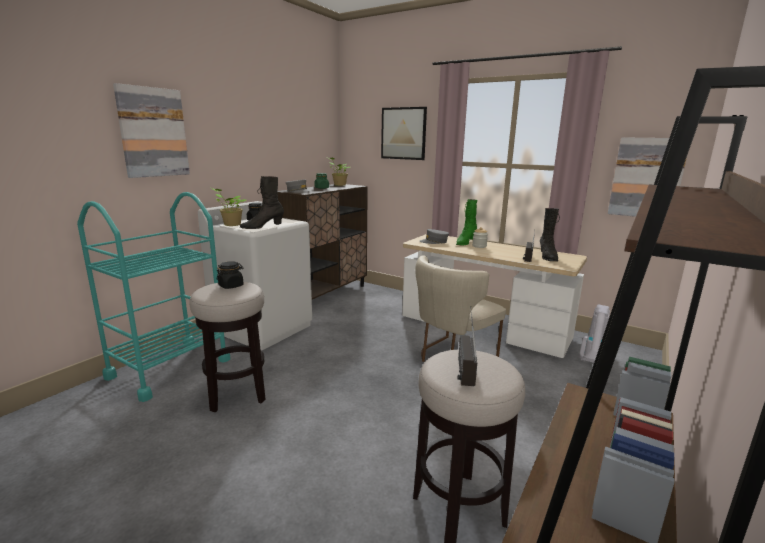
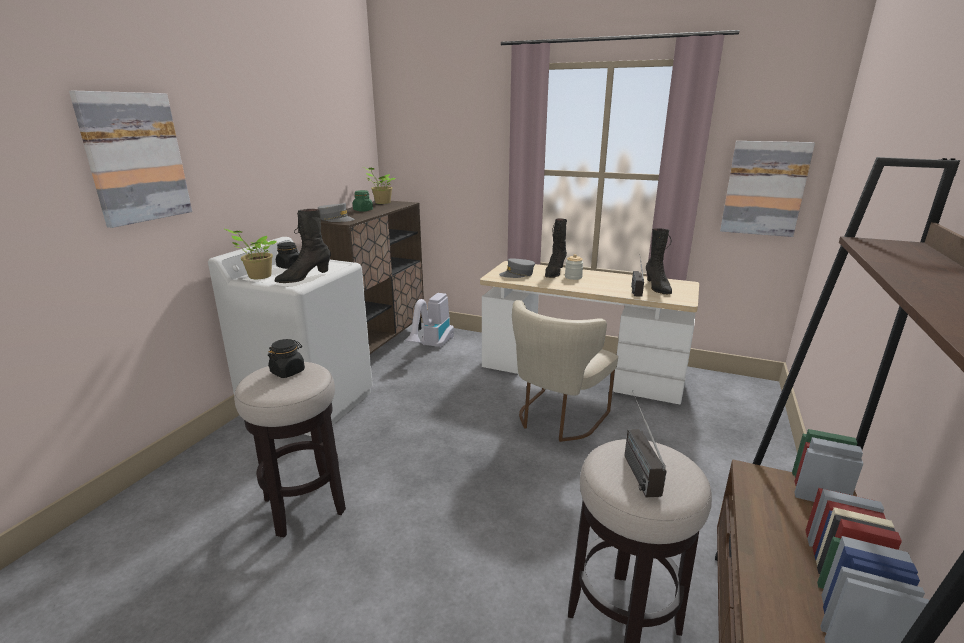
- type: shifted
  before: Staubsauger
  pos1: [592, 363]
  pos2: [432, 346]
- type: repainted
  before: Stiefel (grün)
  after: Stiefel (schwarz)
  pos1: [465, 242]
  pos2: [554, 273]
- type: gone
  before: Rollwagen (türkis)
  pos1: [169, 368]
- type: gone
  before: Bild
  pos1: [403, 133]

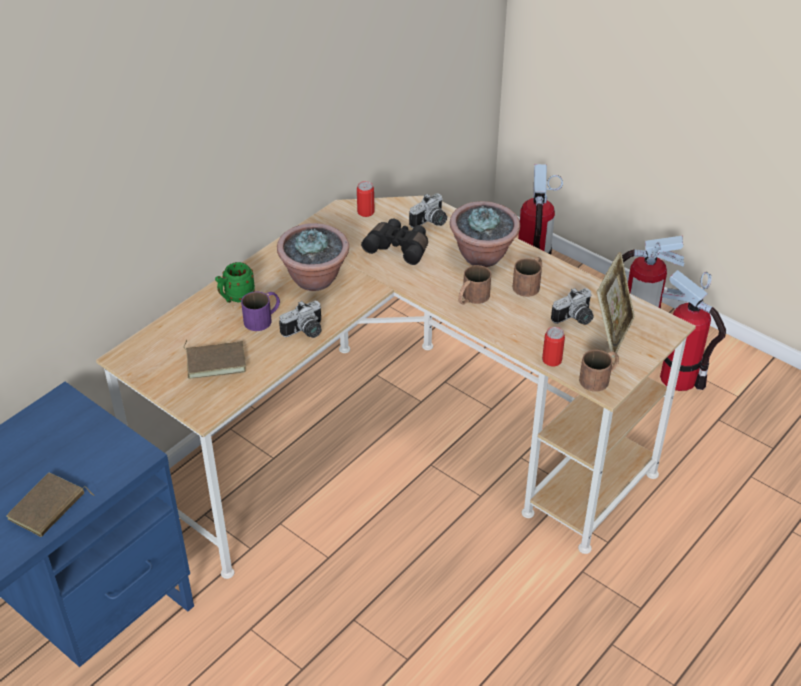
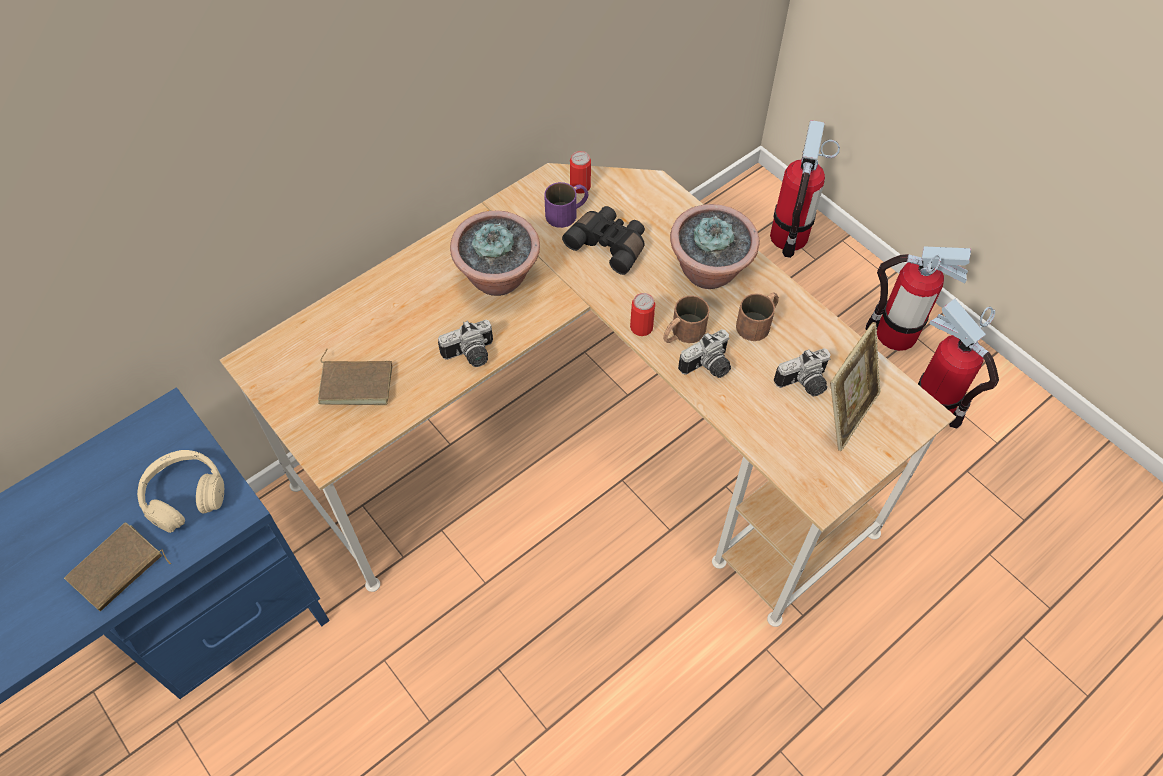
- type: new
  after: Kopfhörer (beige)
  pos2: [185, 495]
- type: shifted
  before: Henkelbecher (lila)
  pos1: [263, 318]
  pos2: [567, 212]
- type: shifted
  before: Dose
  pos1: [552, 360]
  pos2: [641, 327]
- type: shifted
  before: Kamera
  pos1: [431, 222]
  pos2: [708, 367]
- type: gone
  before: Henkelbecher (grün)
  pos1: [236, 297]
- type: gone
  before: Henkelbecher (braun)
  pos1: [599, 378]

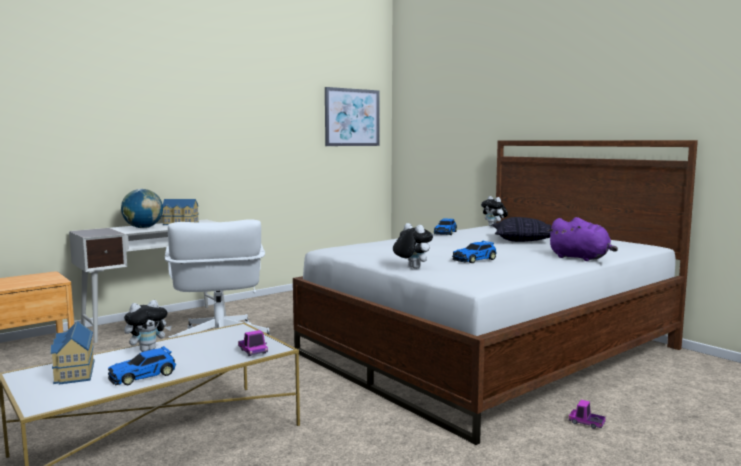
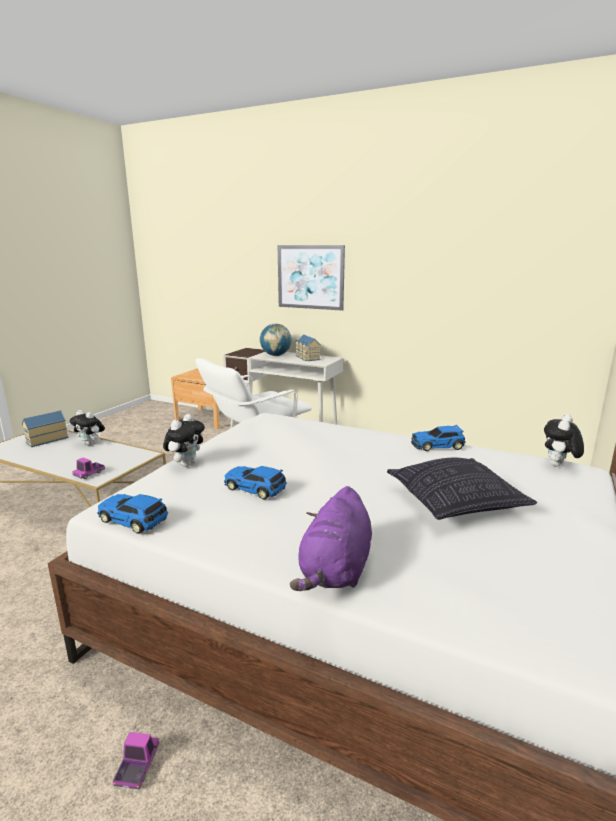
- type: shifted
  before: Spielzeugauto
  pos1: [144, 375]
  pos2: [134, 520]
- type: shifted
  before: Bild
  pos1: [352, 117]
  pos2: [310, 277]

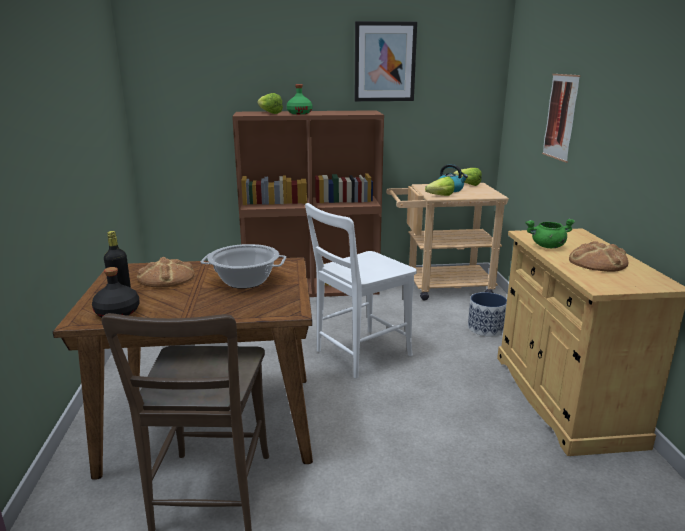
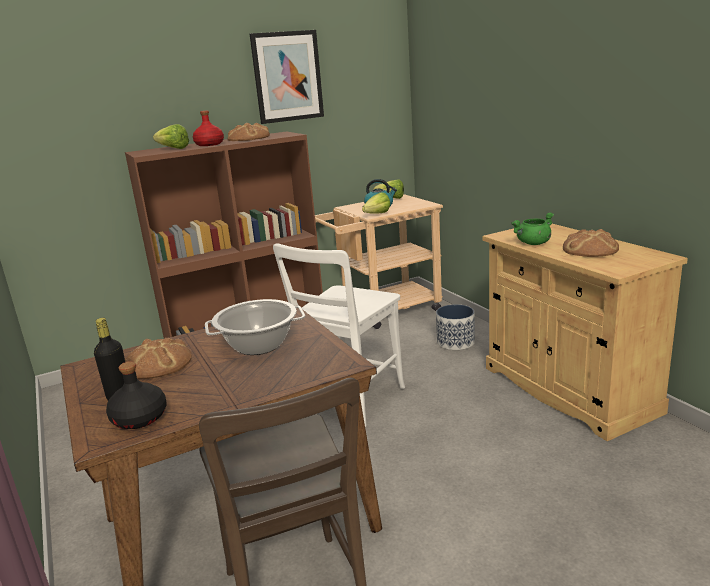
- type: repainted
  before: Flasche (grün)
  after: Flasche (rot)
  pos1: [299, 113]
  pos2: [209, 144]
- type: new
  after: Brot
  pos2: [248, 138]
- type: gone
  before: Bild
  pos1: [560, 117]

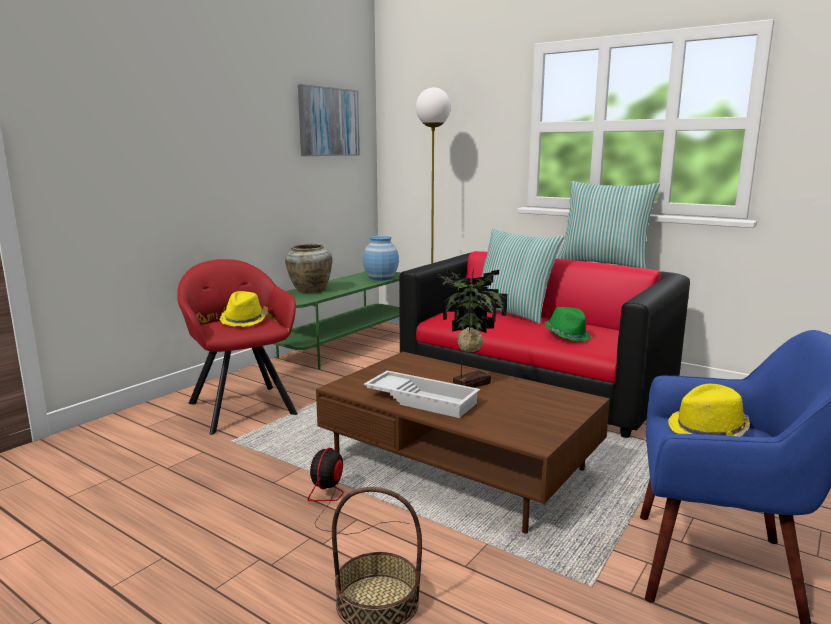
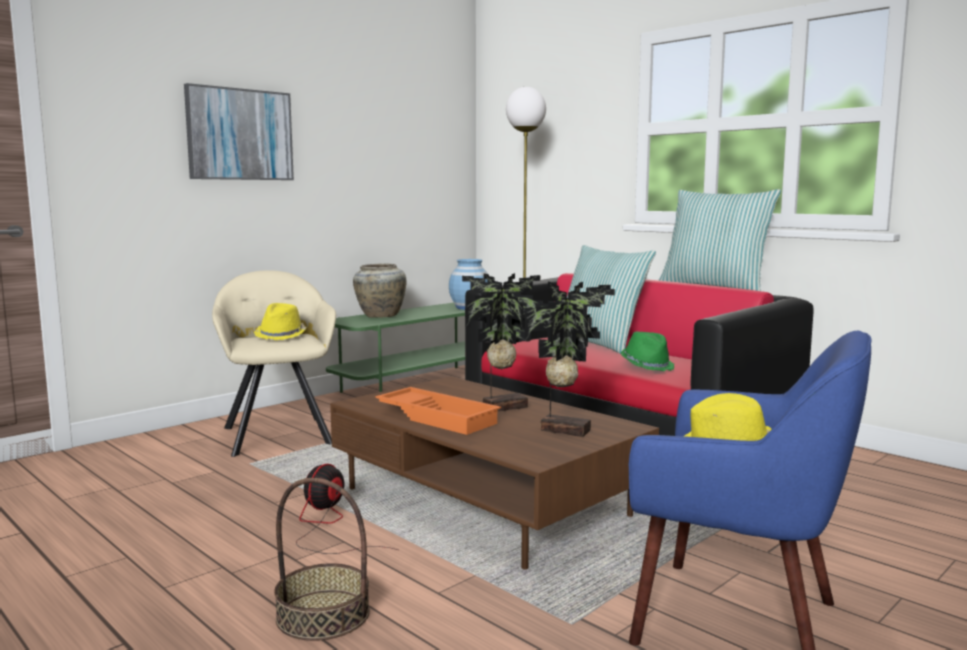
- type: shifted
  before: Bild
  pos1: [328, 122]
  pos2: [240, 134]
- type: repainted
  before: Sessel (rot)
  after: Sessel (beige)
  pos1: [242, 406]
  pos2: [278, 433]
- type: repainted
  before: Tablett (weiß)
  after: Tablett (orange)
  pos1: [423, 399]
  pos2: [439, 417]
- type: new
  after: Topfpflanze
  pos2: [565, 430]

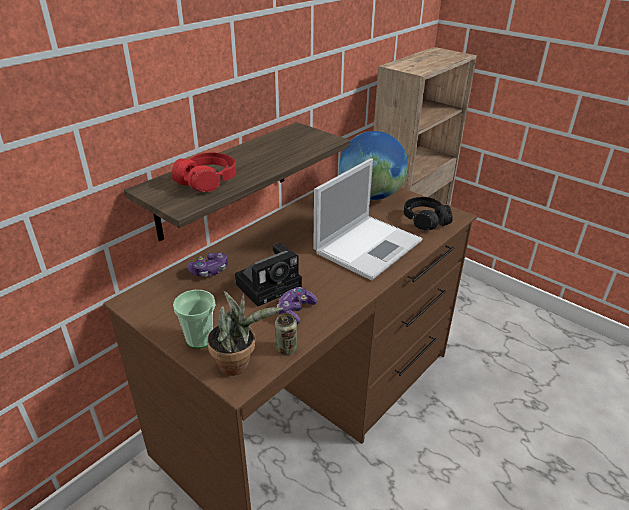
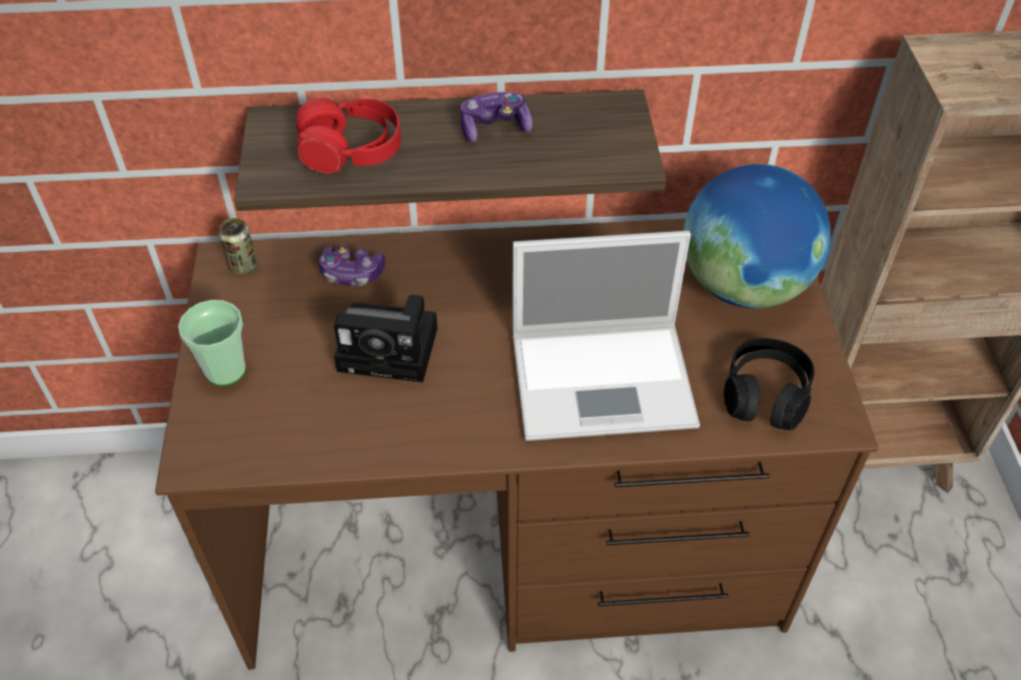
- type: shifted
  before: Dose
  pos1: [286, 348]
  pos2: [243, 265]
- type: shifted
  before: Gamepad
  pos1: [295, 311]
  pos2: [494, 127]
- type: gone
  before: Topfpflanze
  pos1: [238, 364]

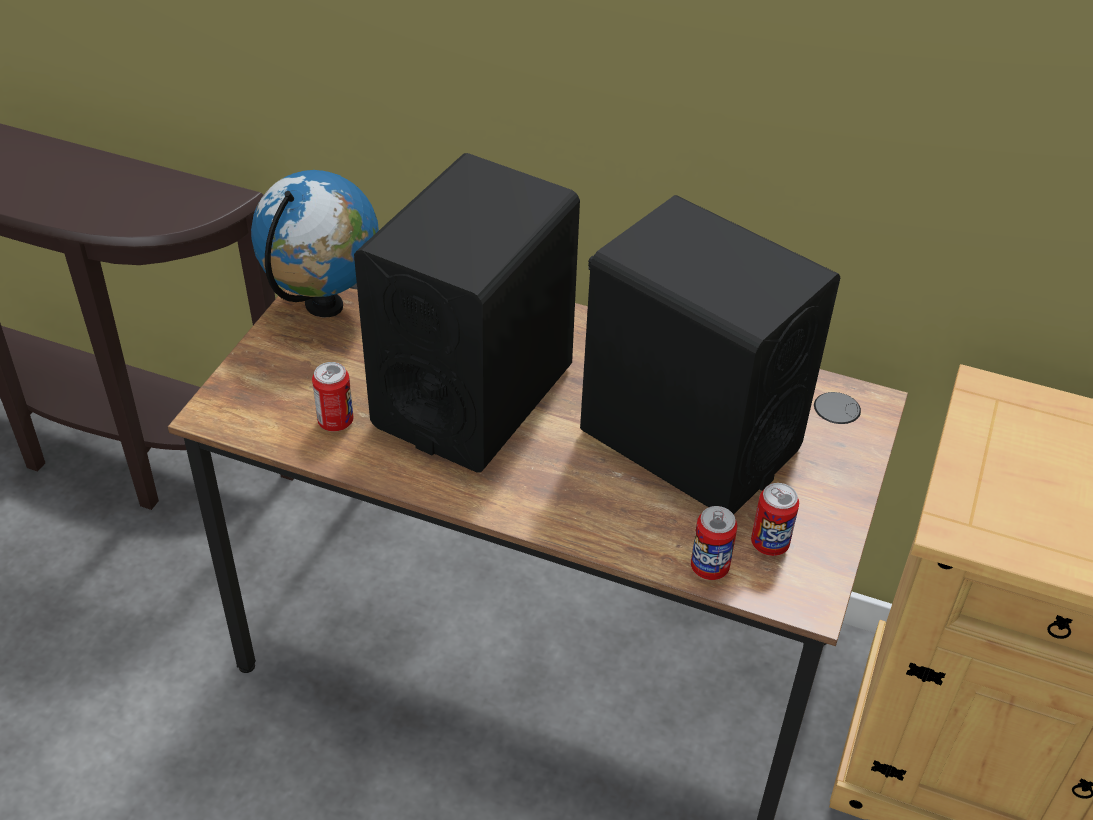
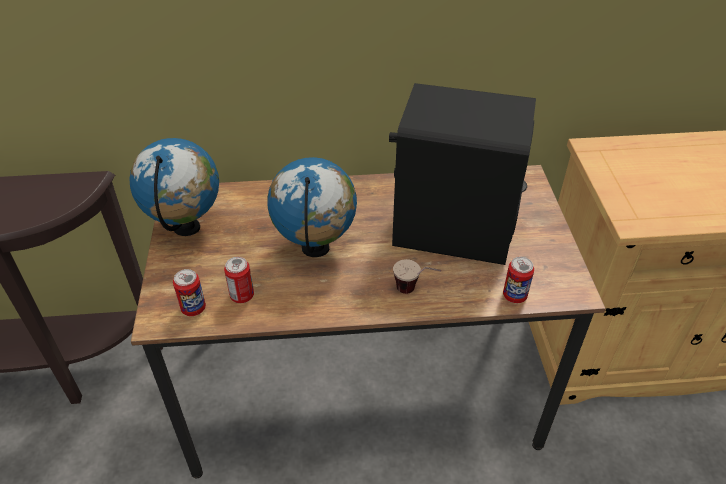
- type: shifted
  before: Dose
  pos1: [769, 544]
  pos2: [193, 308]
- type: swapped
  before: Lautsprecher (schwarz)
  after: Globus
  pos1: [473, 395]
  pos2: [316, 249]
- type: new
  after: Tasse
  pos2: [415, 291]

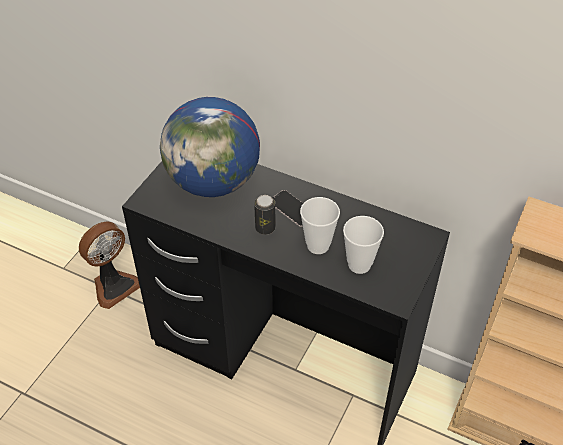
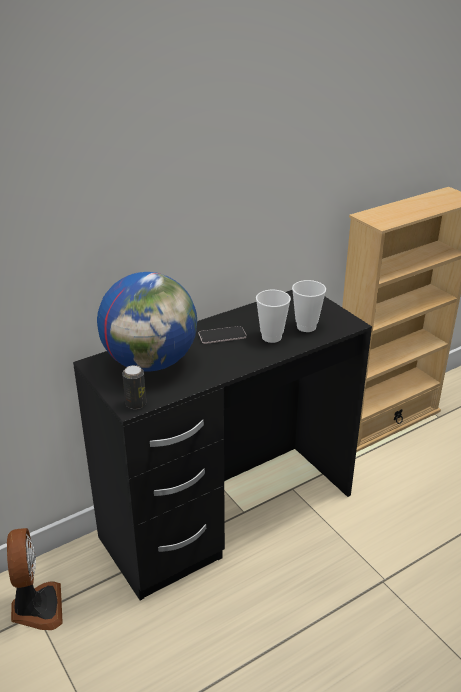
- type: shifted
  before: Dose
  pos1: [265, 228]
  pos2: [136, 404]

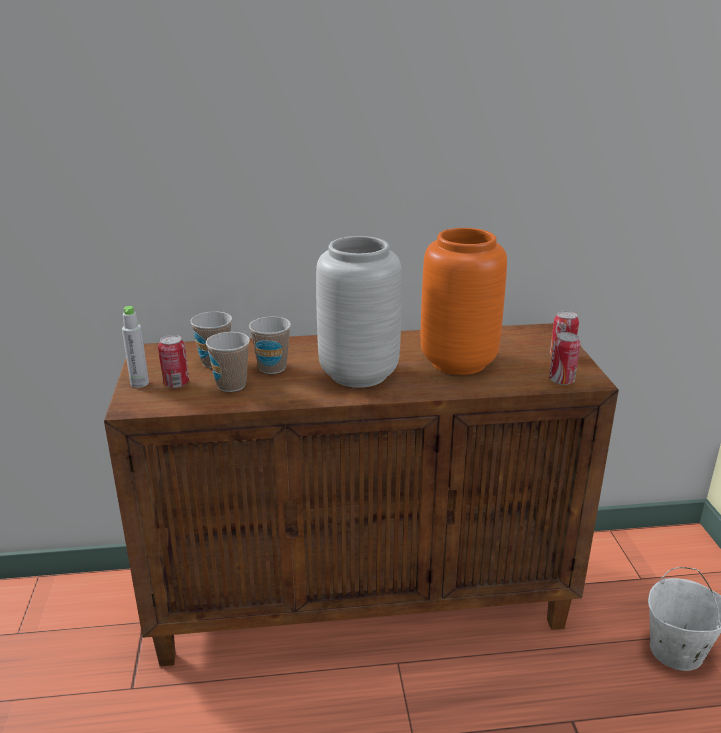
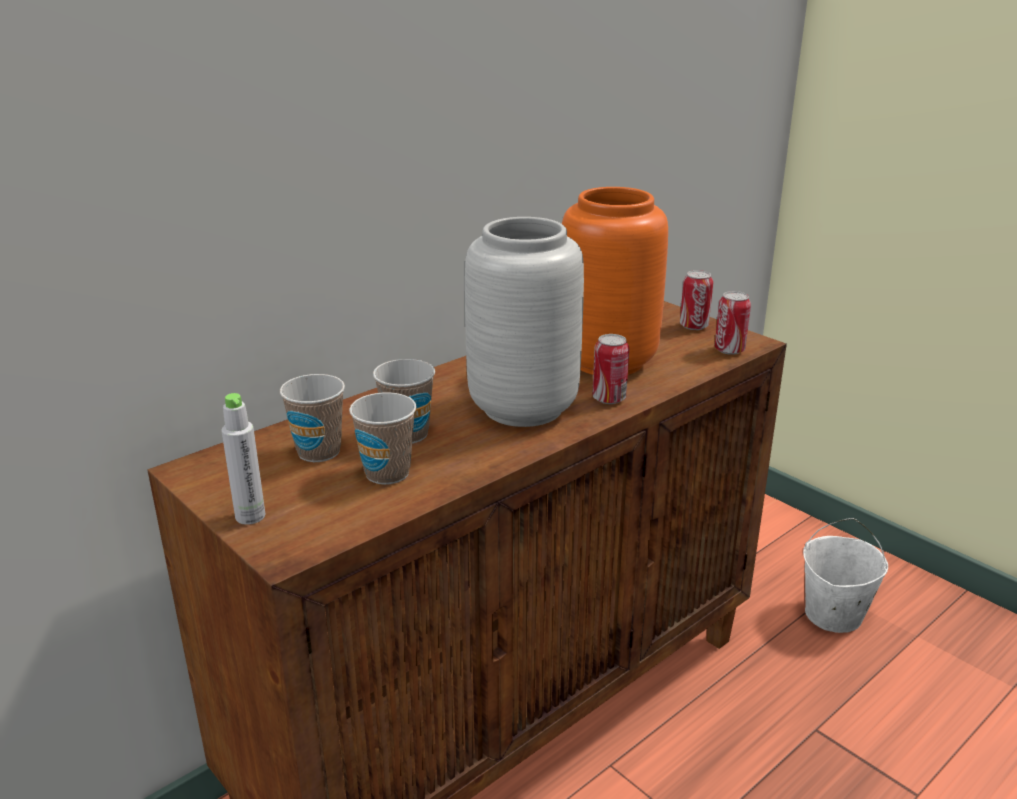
- type: shifted
  before: Dose
  pos1: [176, 383]
  pos2: [609, 399]

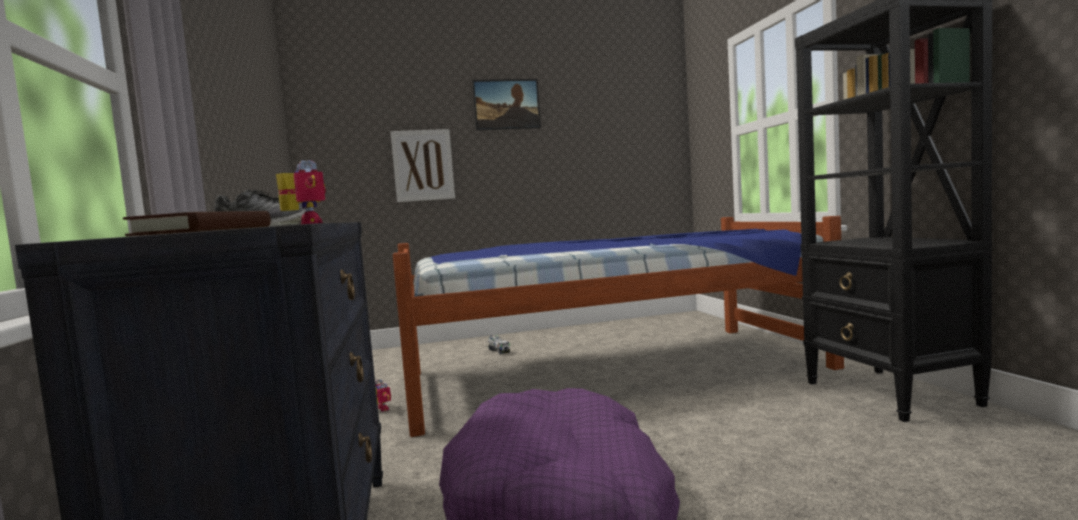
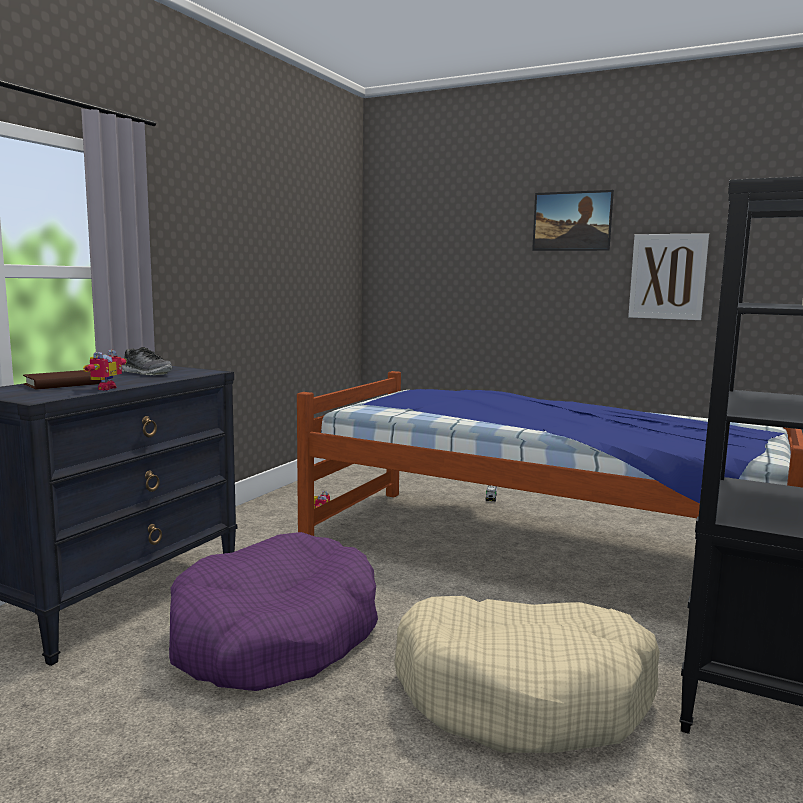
- type: new
  after: Hundebett (beige)
  pos2: [523, 694]
- type: shifted
  before: Bild
  pos1: [423, 165]
  pos2: [667, 276]

